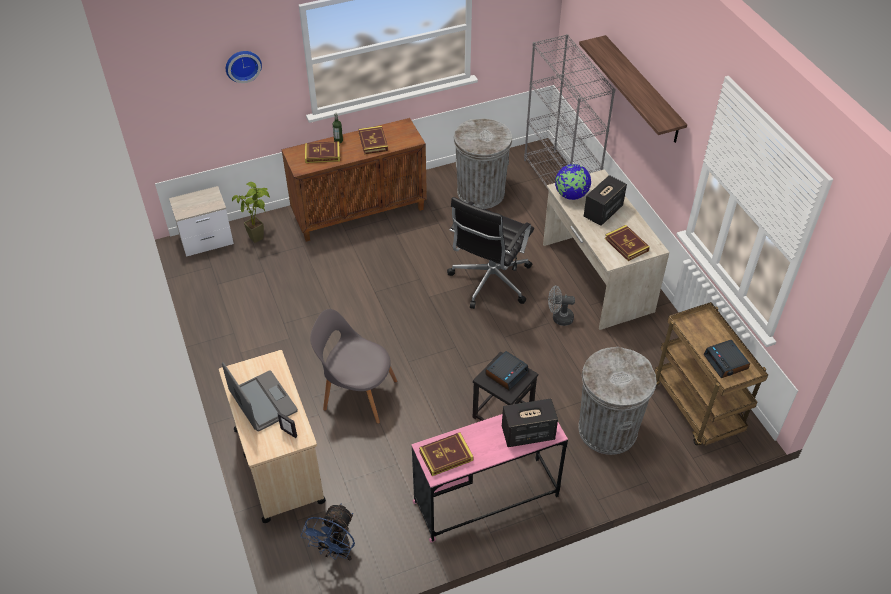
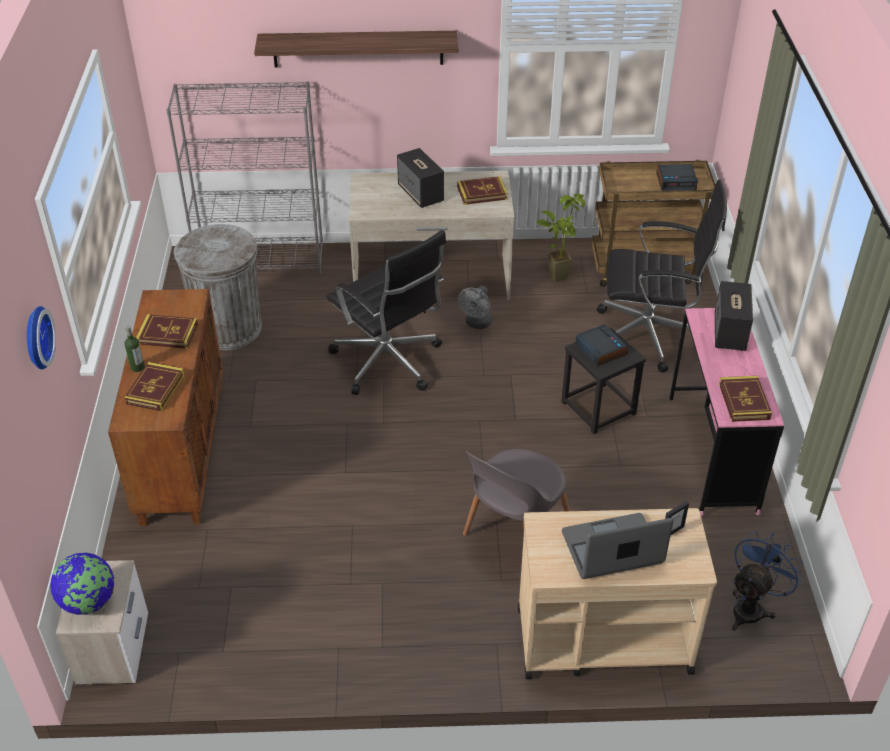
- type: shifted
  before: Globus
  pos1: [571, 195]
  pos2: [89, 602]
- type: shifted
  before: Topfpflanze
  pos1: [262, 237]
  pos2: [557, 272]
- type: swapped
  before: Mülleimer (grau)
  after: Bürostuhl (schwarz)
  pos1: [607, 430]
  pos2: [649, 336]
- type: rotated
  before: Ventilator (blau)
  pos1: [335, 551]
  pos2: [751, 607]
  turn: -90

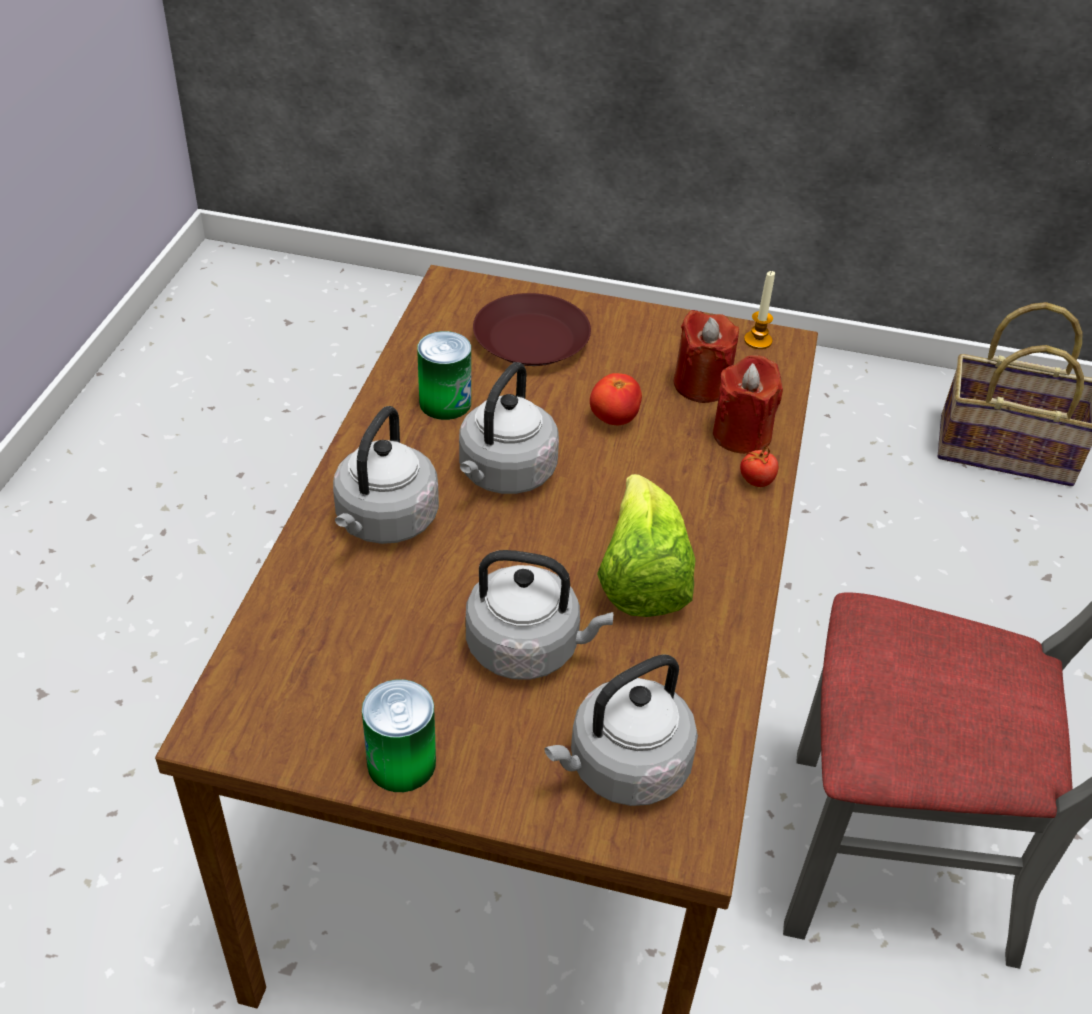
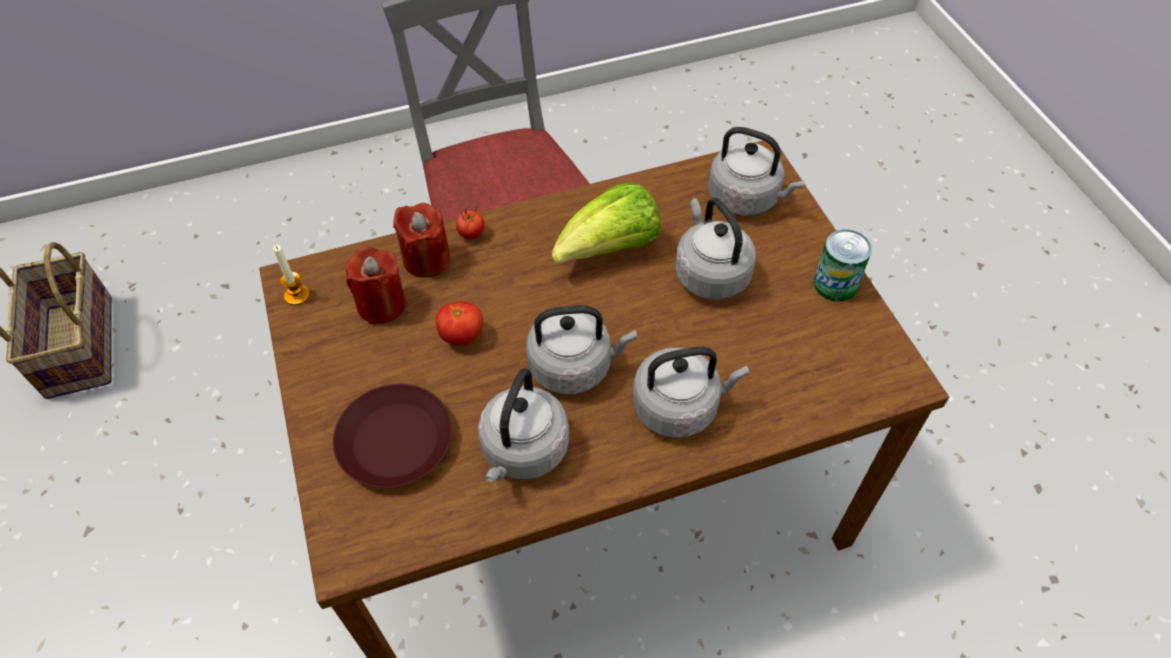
- type: swapped
  before: Dose
  after: Wasserkessel (grau)
  pos1: [445, 403]
  pos2: [523, 452]

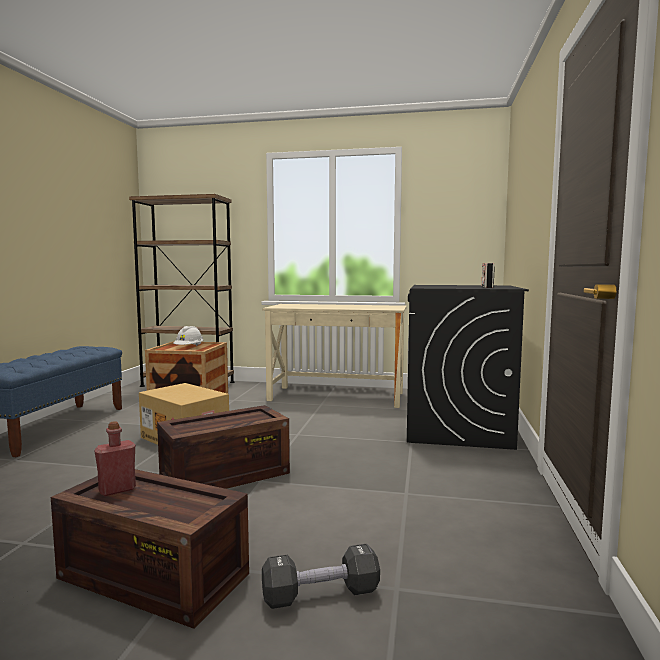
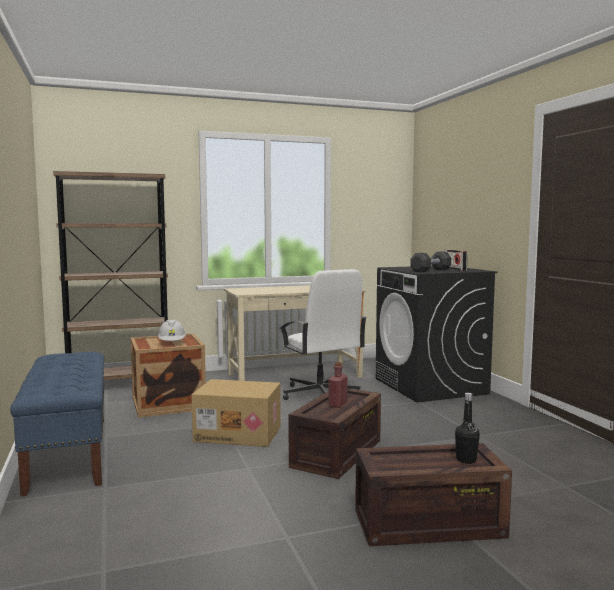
- type: new
  after: Bürostuhl (weiß)
  pos2: [320, 394]
- type: shifted
  before: Flasche (rot)
  pos1: [117, 490]
  pos2: [337, 404]
- type: shifted
  before: Hantel (schwarz)
  pos1: [321, 594]
  pos2: [430, 270]
- type: new
  after: Flasche (schwarz)
  pos2: [466, 460]

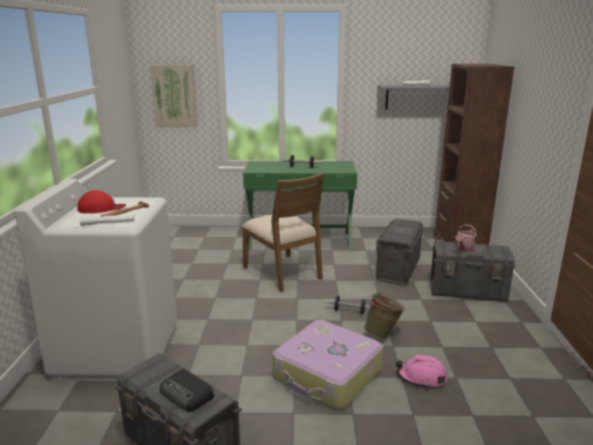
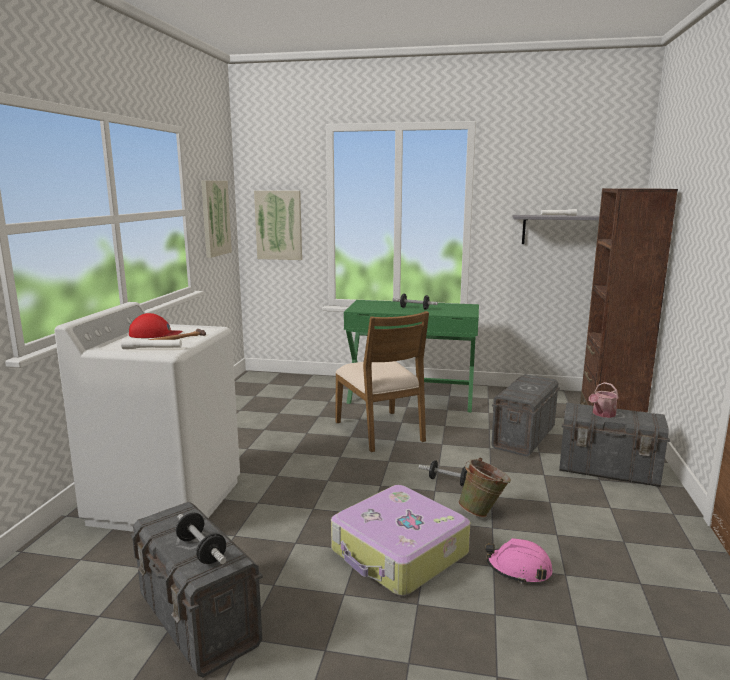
- type: swapped
  before: Radio
  after: Hantel
  pos1: [187, 394]
  pos2: [201, 550]
- type: new
  after: Bild
  pos2: [215, 218]

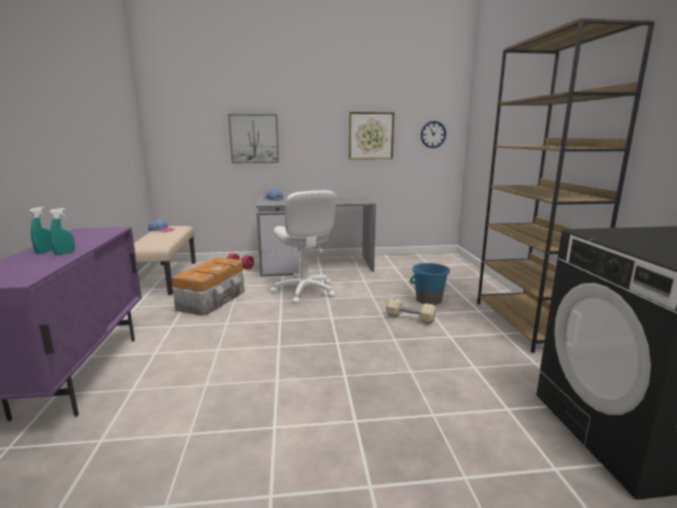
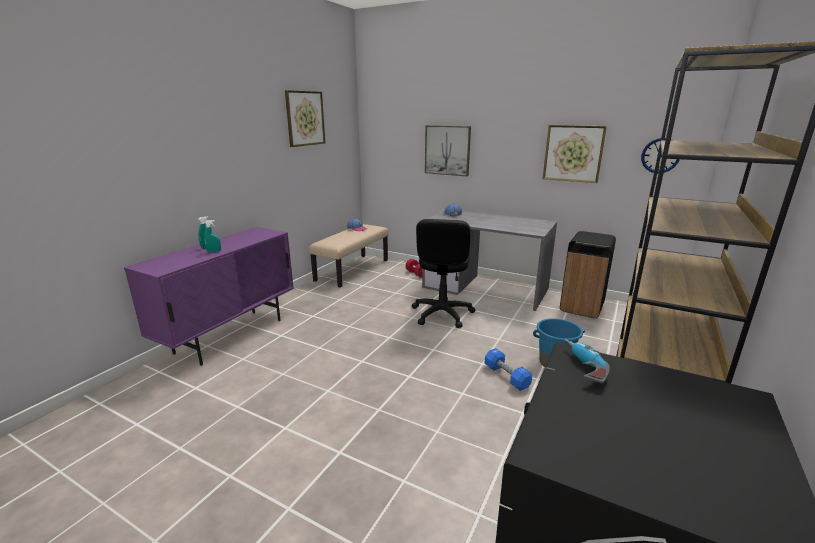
- type: new
  after: Bild
  pos2: [305, 118]
- type: repainted
  before: Bürostuhl (weiß)
  after: Bürostuhl (schwarz)
  pos1: [304, 291]
  pos2: [441, 314]
- type: repainted
  before: Hantel (beige)
  after: Hantel (blau)
  pos1: [410, 318]
  pos2: [506, 377]
- type: new
  after: Mülleimer (schwarz)
  pos2: [582, 307]
- type: new
  after: Bohrmaschine
  pos2: [582, 367]
- type: gone
  before: Aufbewahrungsbox
  pos1: [213, 300]

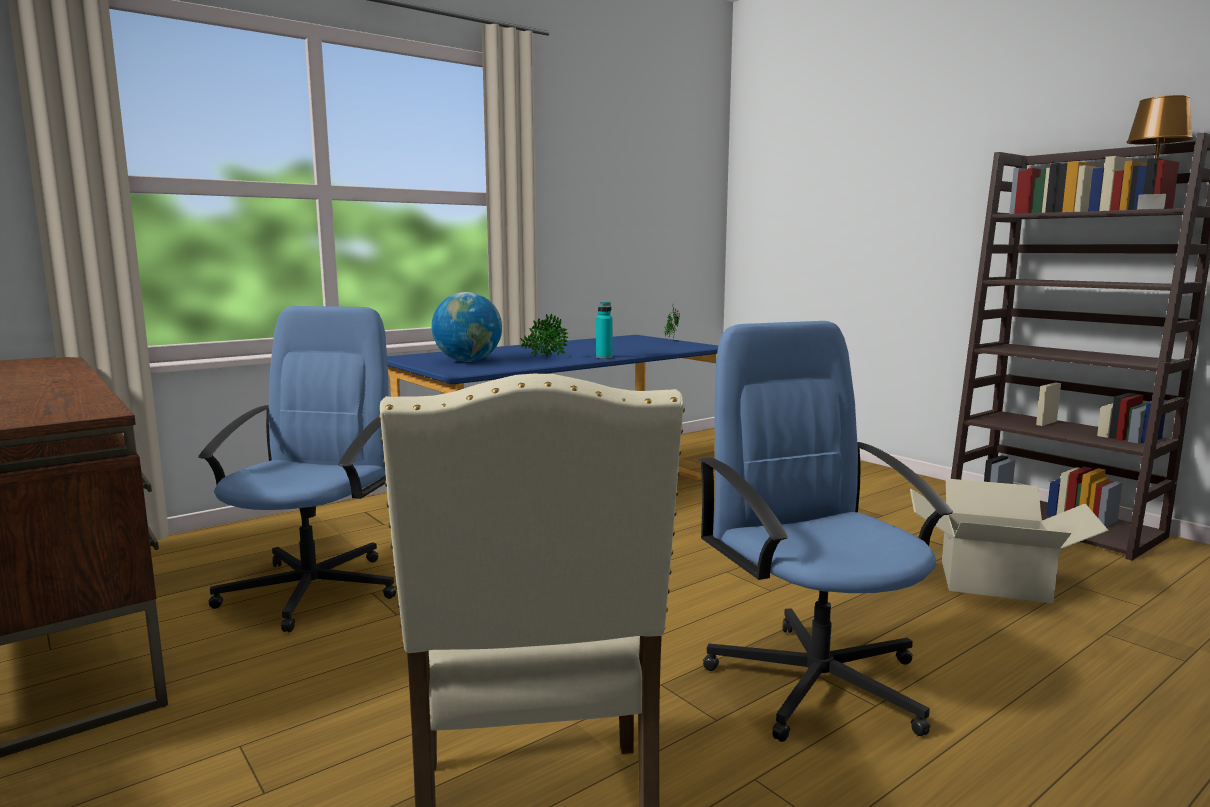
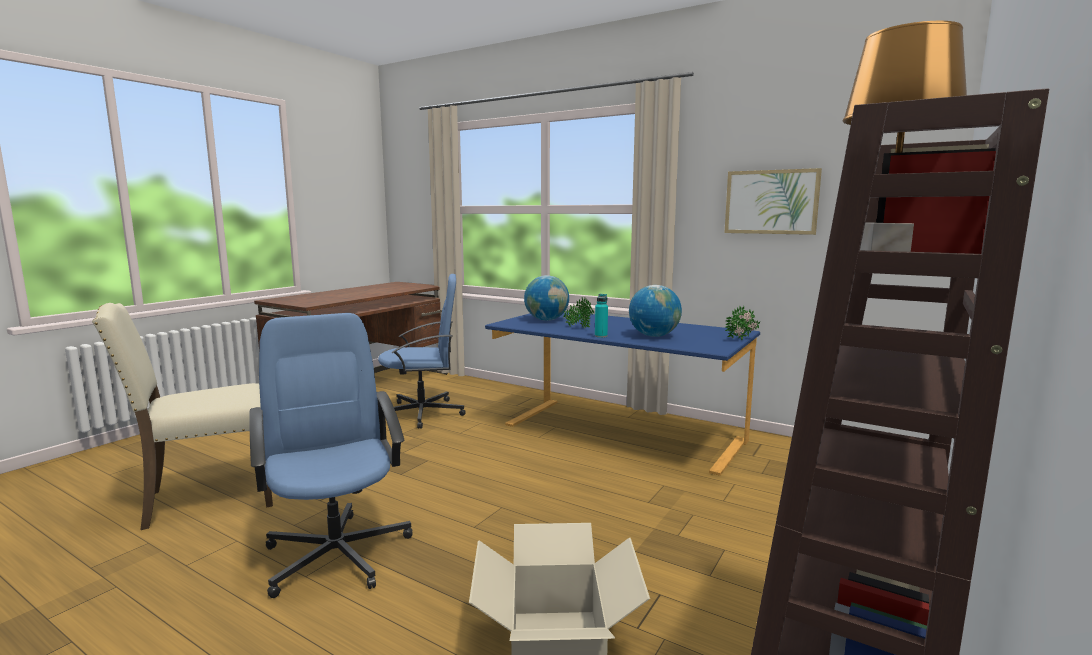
- type: rotated
  before: Bürostuhl (blau)
  pos1: [817, 680]
  pos2: [337, 553]
  turn: -75
- type: new
  after: Globus
  pos2: [654, 336]
- type: new
  after: Bild
  pos2: [771, 202]

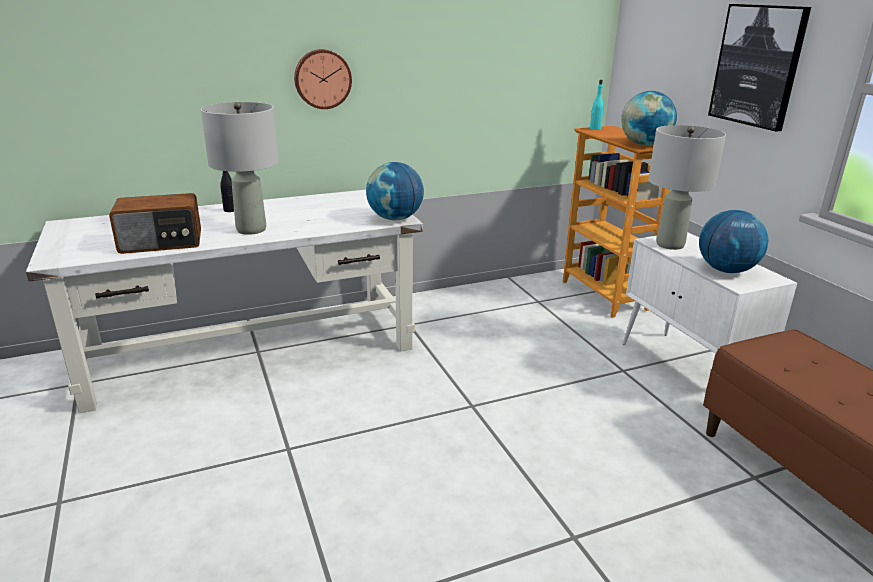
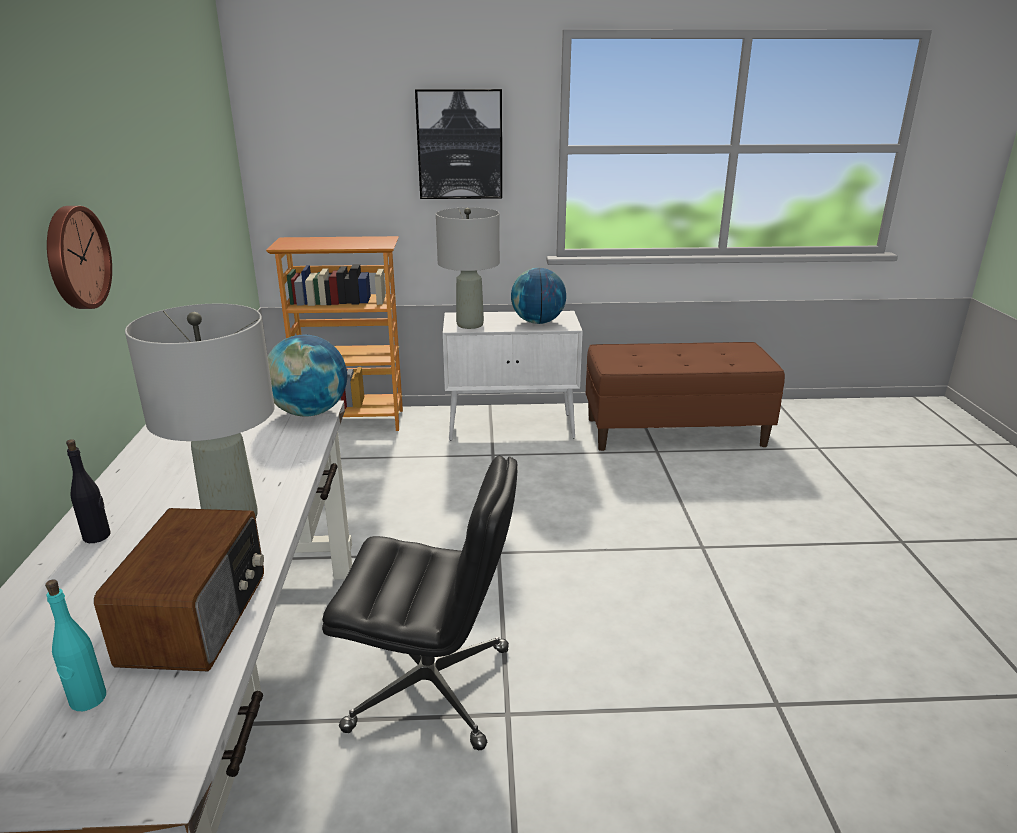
- type: shifted
  before: Flasche (türkis)
  pos1: [595, 128]
  pos2: [87, 699]
- type: new
  after: Bürostuhl (schwarz)
  pos2: [432, 688]
- type: gone
  before: Globus
  pos1: [644, 144]

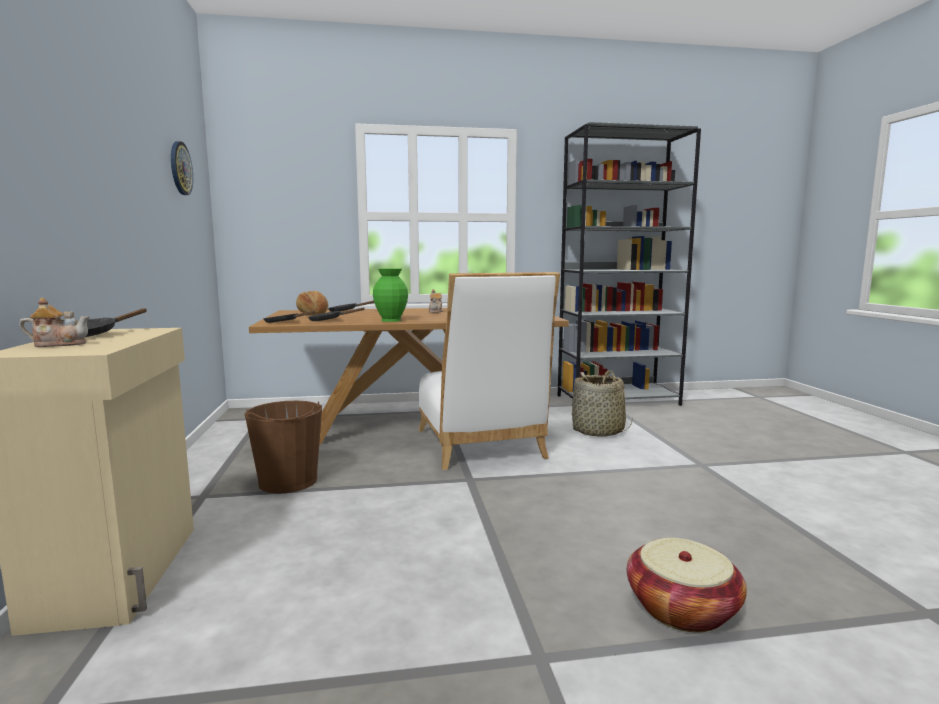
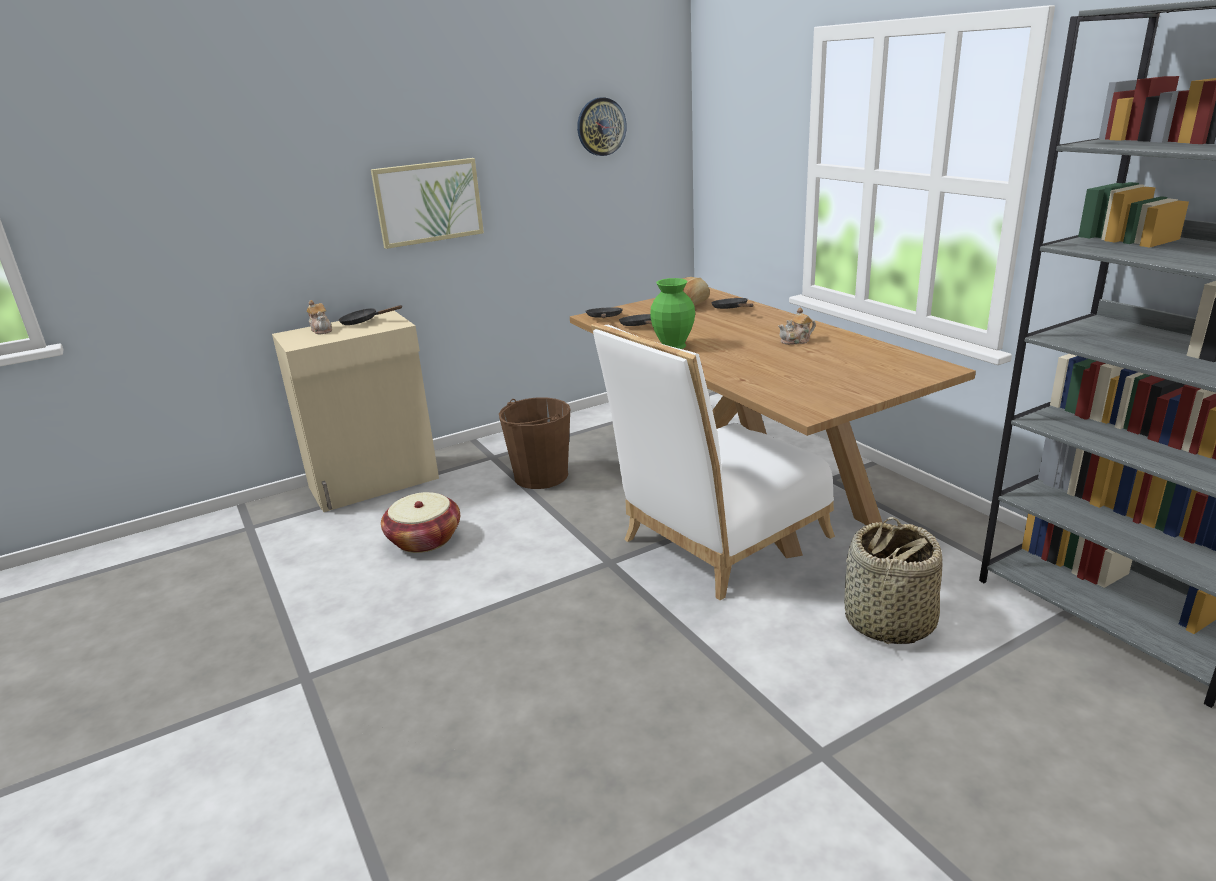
- type: new
  after: Bild
  pos2: [428, 202]
- type: shifted
  before: Korb
  pos1: [682, 609]
  pos2: [424, 539]

